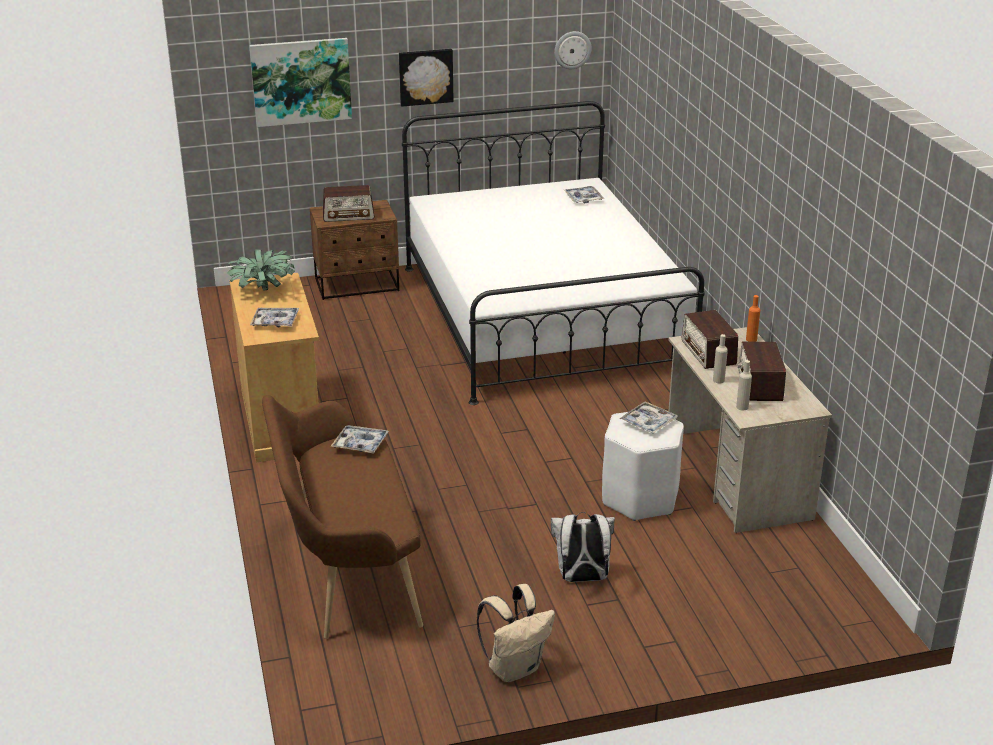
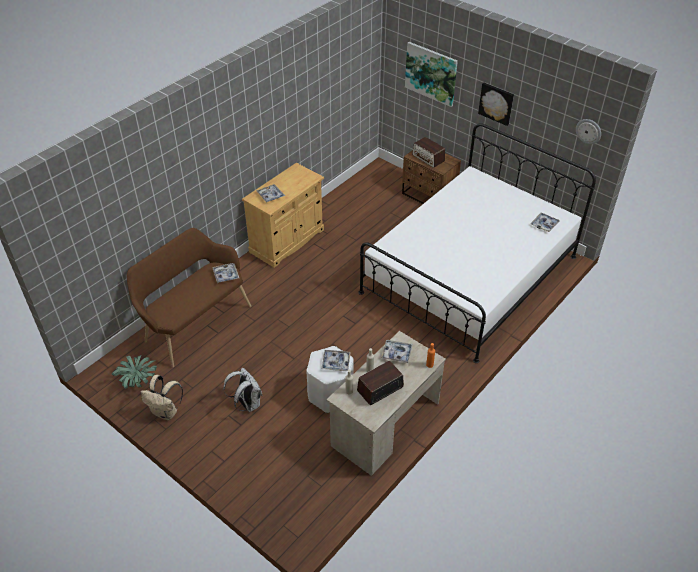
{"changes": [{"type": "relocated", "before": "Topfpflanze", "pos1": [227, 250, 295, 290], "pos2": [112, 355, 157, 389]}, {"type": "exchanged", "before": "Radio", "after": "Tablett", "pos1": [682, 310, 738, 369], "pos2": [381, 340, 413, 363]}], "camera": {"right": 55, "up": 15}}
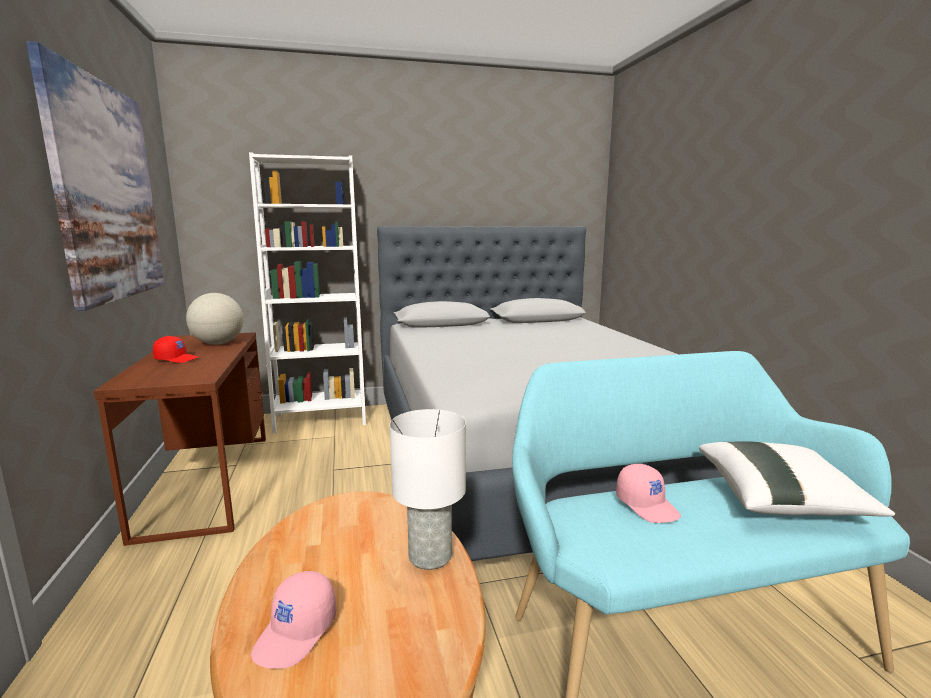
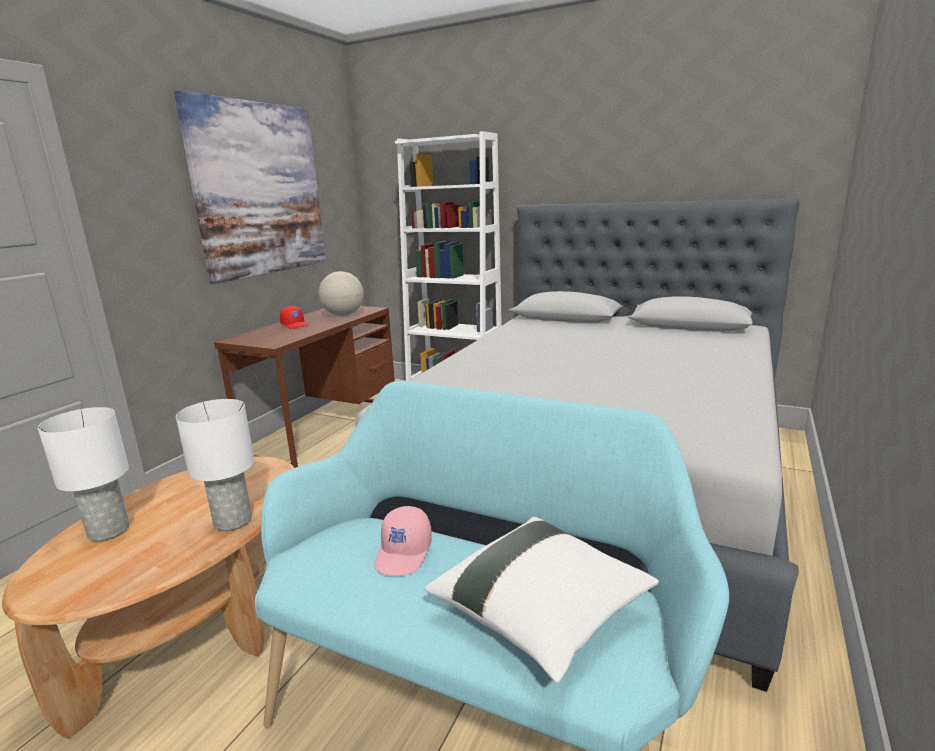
{"changes": [{"type": "exchanged", "before": "Kappe/rosa", "after": "Tischlampe/weiß", "pos1": [251, 571, 337, 669], "pos2": [38, 407, 130, 541]}], "camera": {"right": 40, "up": 5}}
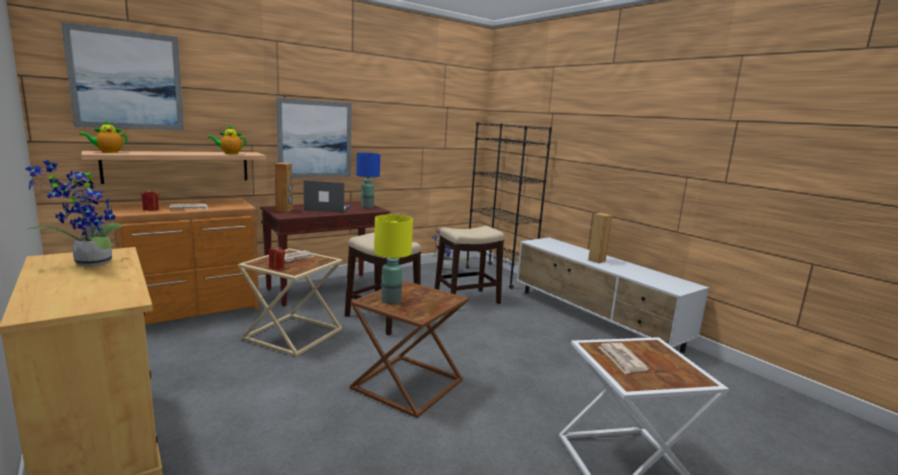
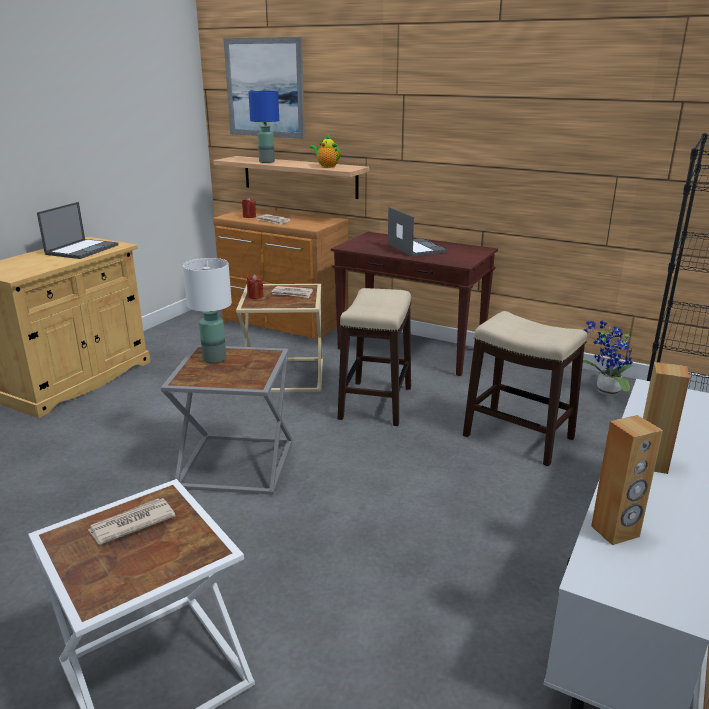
{"changes": [{"type": "exchanged", "before": "Topfpflanze", "after": "Laptop", "pos1": [26, 160, 123, 267], "pos2": [37, 202, 119, 259]}, {"type": "colour", "before": "Beistelltisch/braun", "after": "Beistelltisch/grau", "pos1": [350, 280, 469, 418], "pos2": [161, 345, 293, 495]}, {"type": "colour", "before": "Tischlampe/gelb", "after": "Tischlampe/weiß", "pos1": [374, 214, 413, 304], "pos2": [183, 258, 232, 364]}, {"type": "relocated", "before": "Tischlampe/blau", "pos1": [356, 153, 380, 208], "pos2": [249, 91, 279, 163]}, {"type": "relocated", "before": "Lautsprecher/braun", "pos1": [275, 163, 293, 212], "pos2": [591, 415, 663, 545]}, {"type": "missing", "before": "Teekanne", "pos1": [79, 120, 127, 153]}, {"type": "missing", "before": "Bild", "pos1": [276, 98, 352, 178]}], "camera": {"right": 65, "up": 10}}
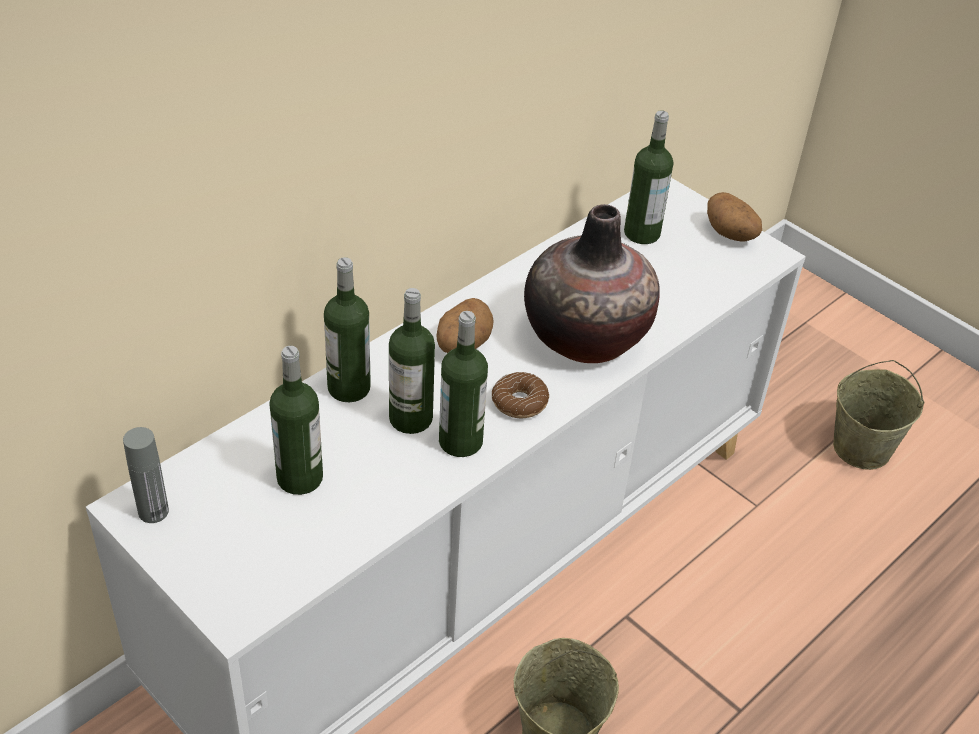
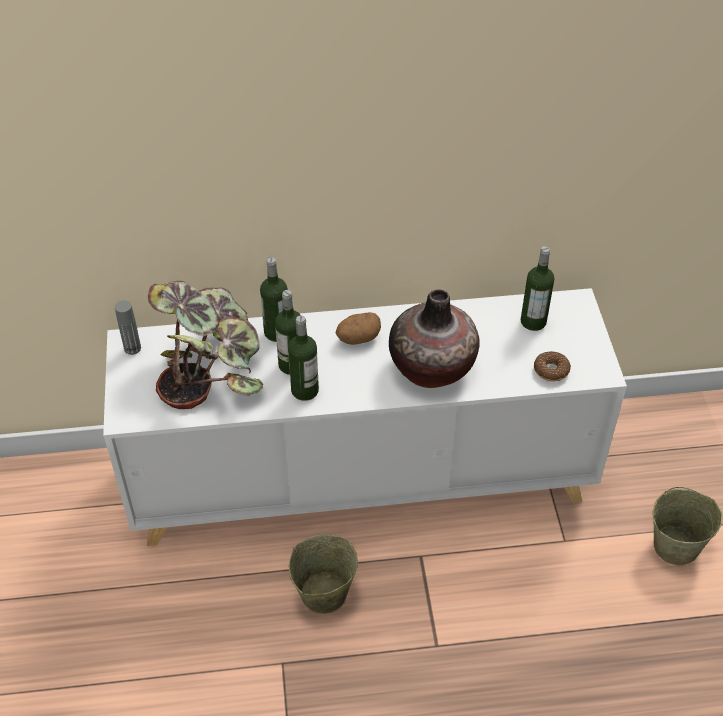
{"changes": [{"type": "exchanged", "before": "Flasche", "after": "Topfpflanze", "pos1": [269, 346, 323, 495], "pos2": [148, 281, 263, 409]}, {"type": "relocated", "before": "Donut", "pos1": [492, 372, 549, 418], "pos2": [534, 351, 571, 381]}, {"type": "missing", "before": "Kartoffel", "pos1": [707, 192, 762, 242]}], "camera": {"right": 40, "up": 5}}
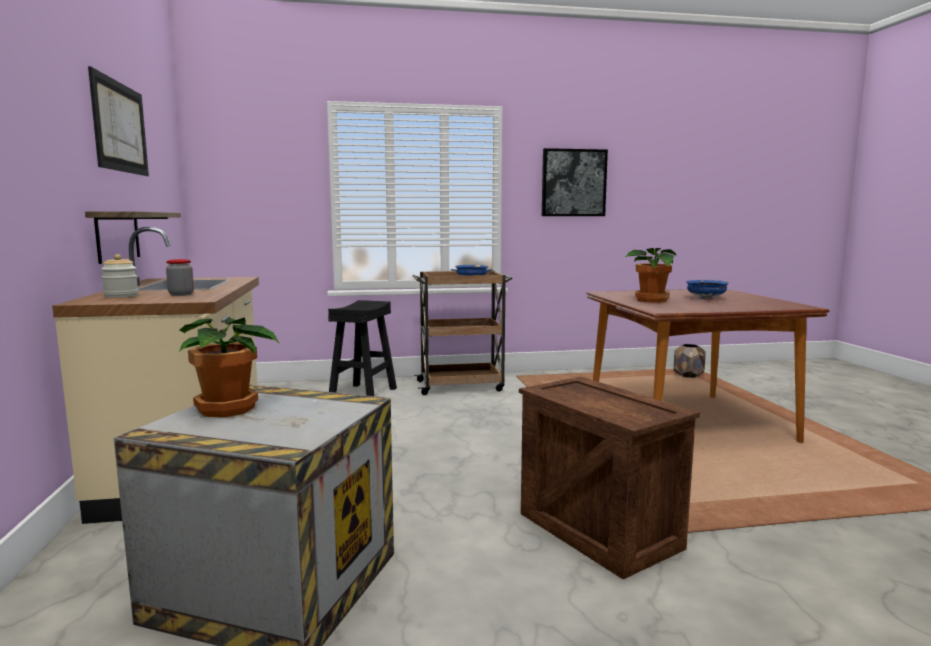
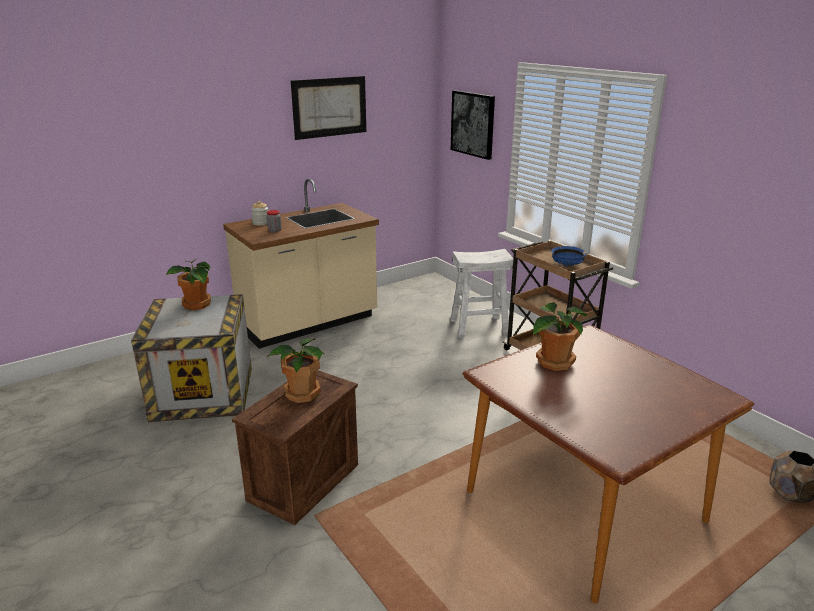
{"changes": [{"type": "appeared", "after": "Topfpflanze", "pos2": [267, 338, 325, 403]}, {"type": "colour", "before": "Hocker/schwarz", "after": "Hocker/weiß", "pos1": [328, 300, 397, 396], "pos2": [450, 249, 513, 338]}, {"type": "relocated", "before": "Bild", "pos1": [542, 148, 608, 216], "pos2": [451, 90, 495, 160]}, {"type": "missing", "before": "Wandregal", "pos1": [85, 211, 181, 264]}, {"type": "missing", "before": "Schüssel/blau", "pos1": [686, 280, 729, 299]}], "camera": {"right": 65, "up": 15}}
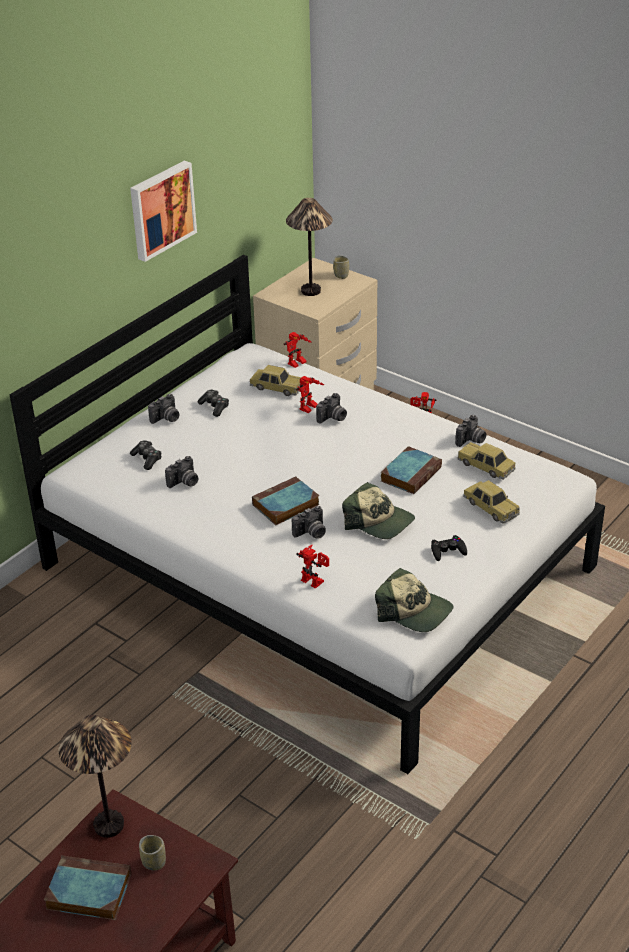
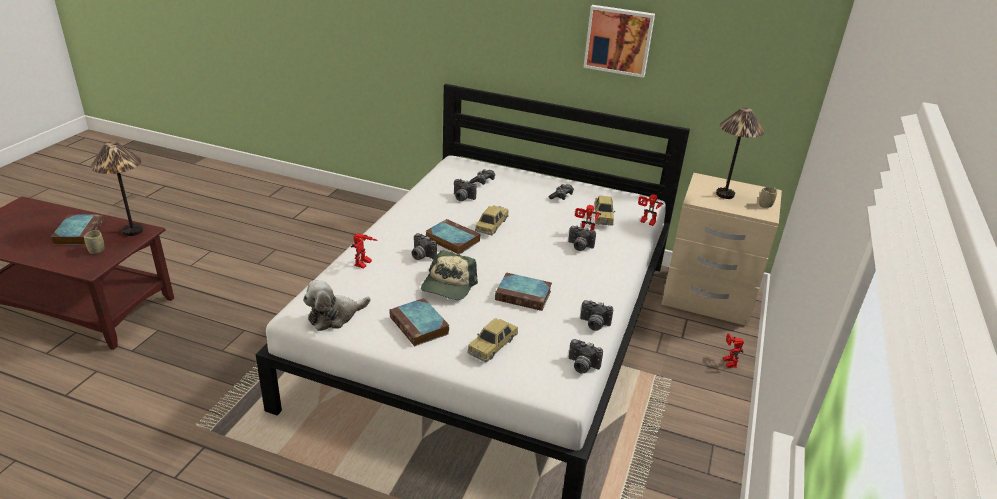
{"changes": [{"type": "exchanged", "before": "Kappe", "after": "Plüschtier", "pos1": [375, 568, 454, 632], "pos2": [303, 280, 371, 331]}, {"type": "exchanged", "before": "Gamepad/schwarz", "after": "Buch", "pos1": [431, 535, 467, 561], "pos2": [389, 298, 449, 346]}, {"type": "relocated", "before": "Spielzeugauto", "pos1": [458, 442, 516, 480], "pos2": [475, 205, 509, 236]}, {"type": "relocated", "before": "Kamera", "pos1": [148, 394, 180, 424], "pos2": [569, 339, 603, 373]}], "camera": {"right": 70, "up": -5}}
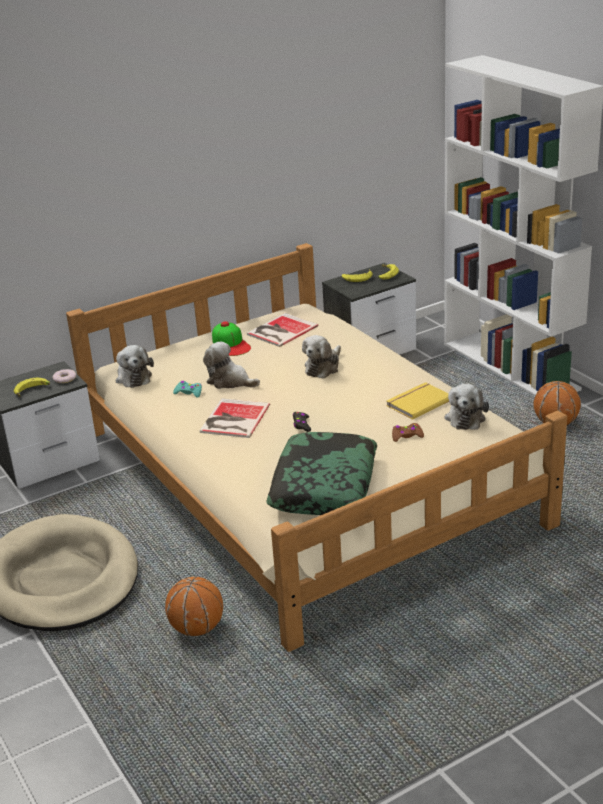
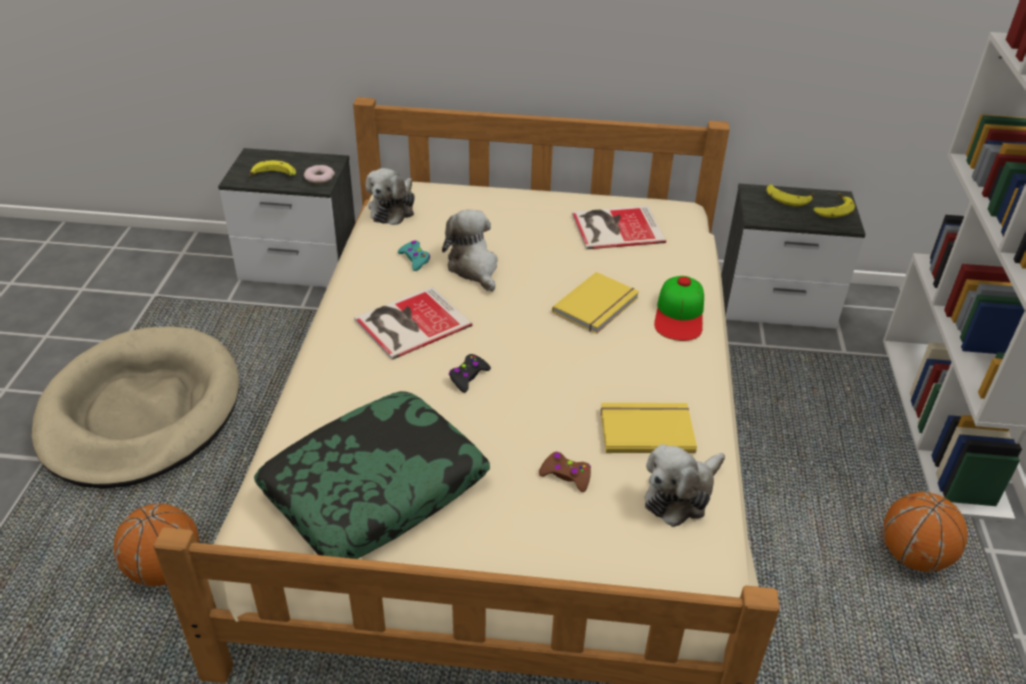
{"changes": [{"type": "exchanged", "before": "Plüschtier", "after": "Buch/gelb", "pos1": [302, 335, 341, 379], "pos2": [552, 272, 640, 334]}, {"type": "relocated", "before": "Kappe", "pos1": [212, 321, 251, 356], "pos2": [654, 276, 704, 341]}], "camera": {"right": 35, "up": 10}}
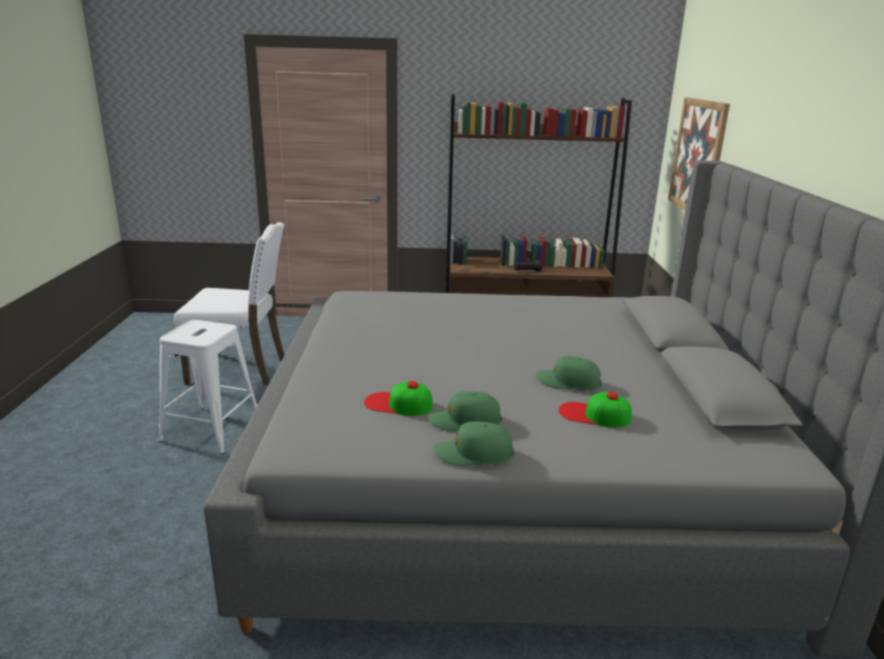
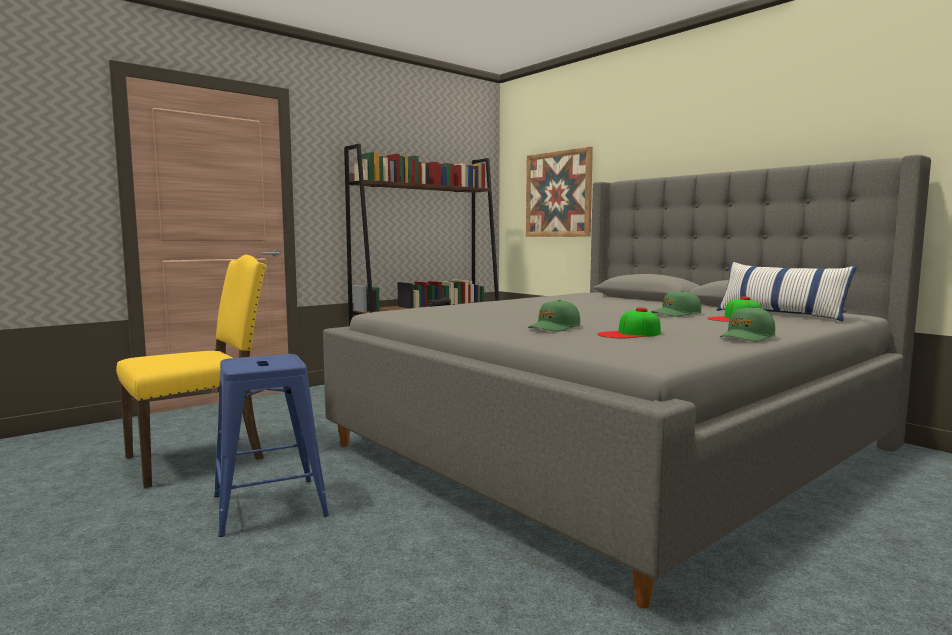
{"changes": [{"type": "colour", "before": "Stuhl/weiß", "after": "Stuhl/gelb", "pos1": [174, 222, 285, 385], "pos2": [116, 255, 267, 488]}, {"type": "colour", "before": "Hocker/weiß", "after": "Hocker/blau", "pos1": [158, 320, 257, 454], "pos2": [214, 354, 329, 537]}, {"type": "relocated", "before": "Kappe/grün", "pos1": [428, 391, 502, 431], "pos2": [528, 300, 580, 332]}, {"type": "appeared", "after": "Kissen", "pos2": [717, 262, 857, 322]}], "camera": {"right": -40, "up": -15}}
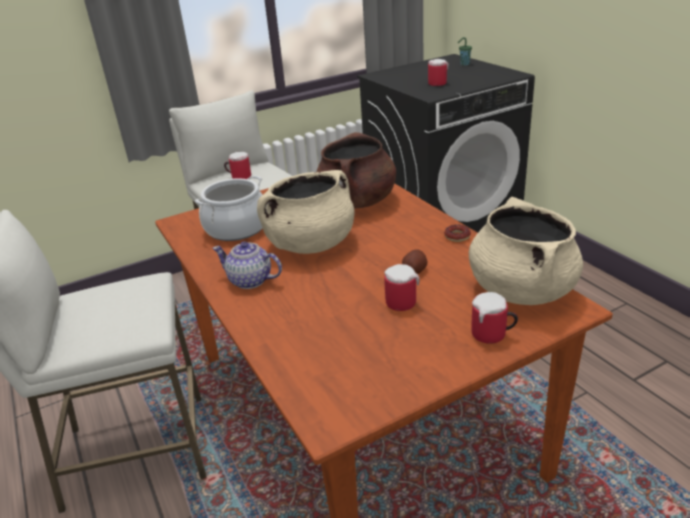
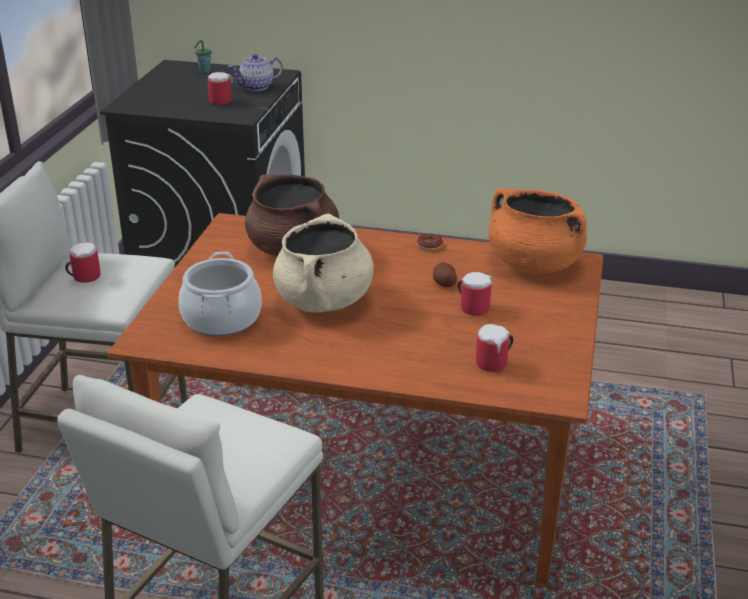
{"changes": [{"type": "relocated", "before": "Teekanne", "pos1": [212, 242, 282, 289], "pos2": [228, 54, 283, 91]}, {"type": "relocated", "before": "Henkelbecher", "pos1": [471, 292, 518, 344], "pos2": [476, 324, 513, 372]}, {"type": "colour", "before": "Kochtopf/beige", "after": "Kochtopf/orange", "pos1": [469, 197, 583, 305], "pos2": [488, 188, 587, 274]}], "camera": {"right": -50, "up": 0}}
